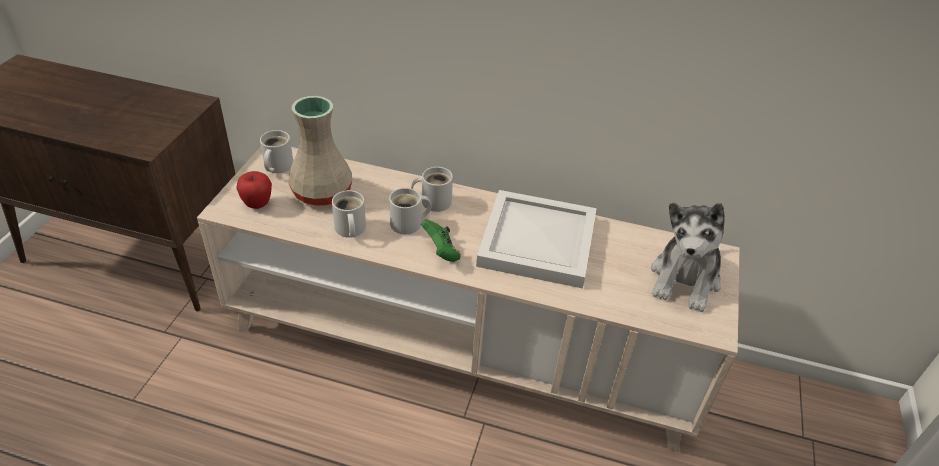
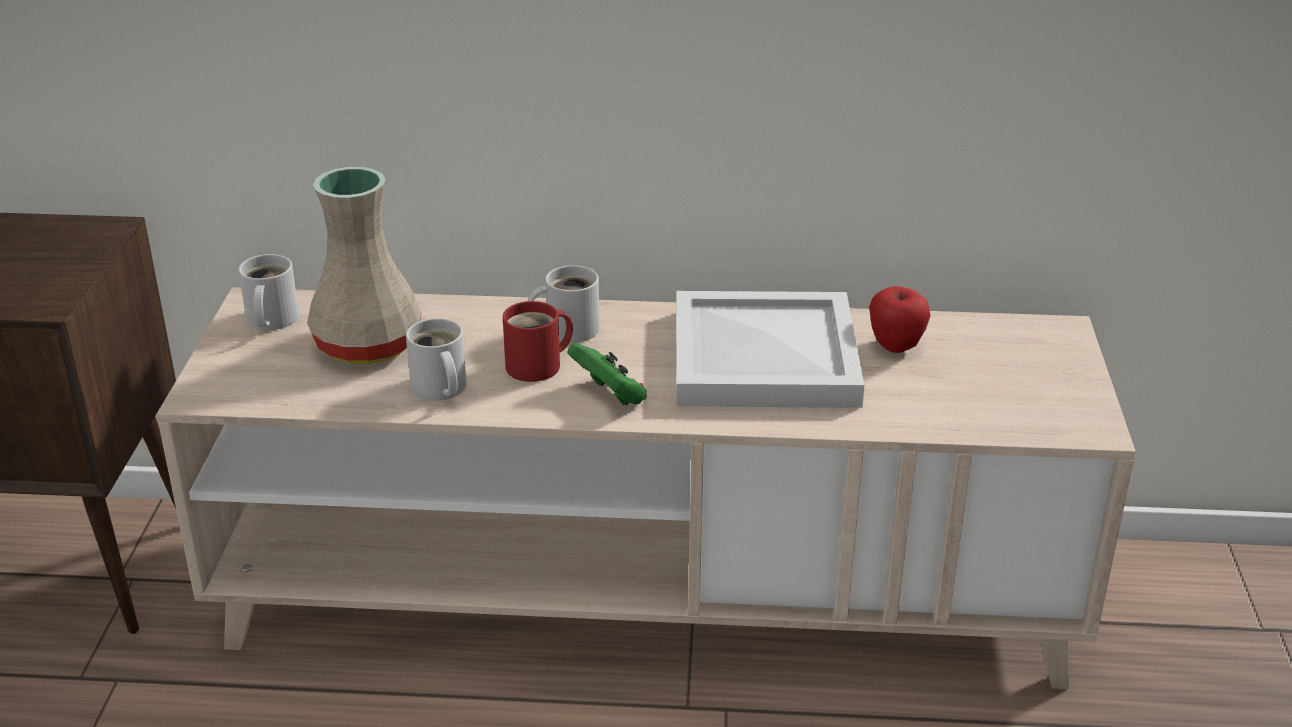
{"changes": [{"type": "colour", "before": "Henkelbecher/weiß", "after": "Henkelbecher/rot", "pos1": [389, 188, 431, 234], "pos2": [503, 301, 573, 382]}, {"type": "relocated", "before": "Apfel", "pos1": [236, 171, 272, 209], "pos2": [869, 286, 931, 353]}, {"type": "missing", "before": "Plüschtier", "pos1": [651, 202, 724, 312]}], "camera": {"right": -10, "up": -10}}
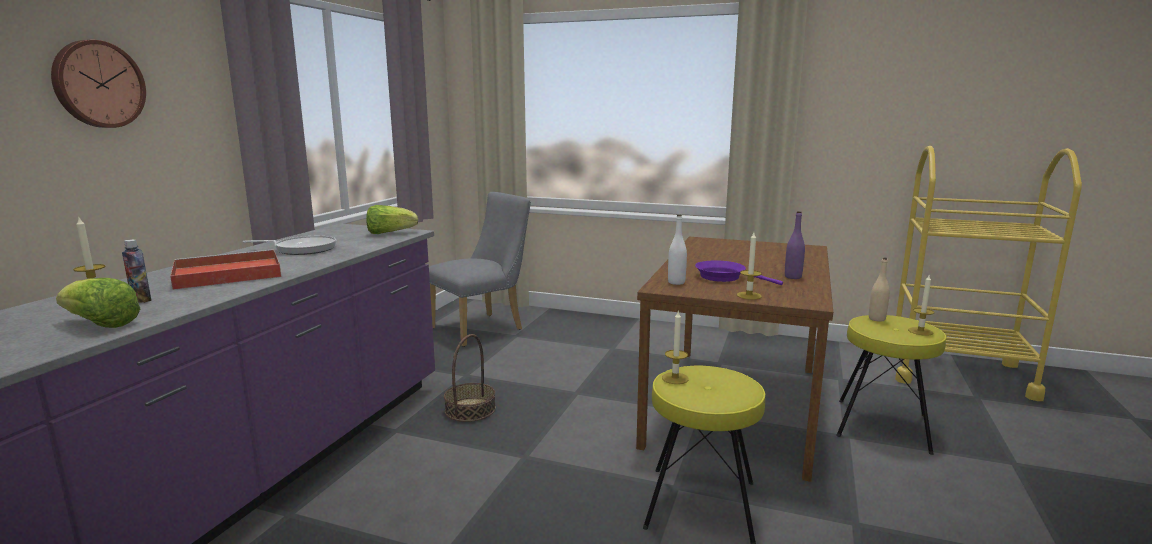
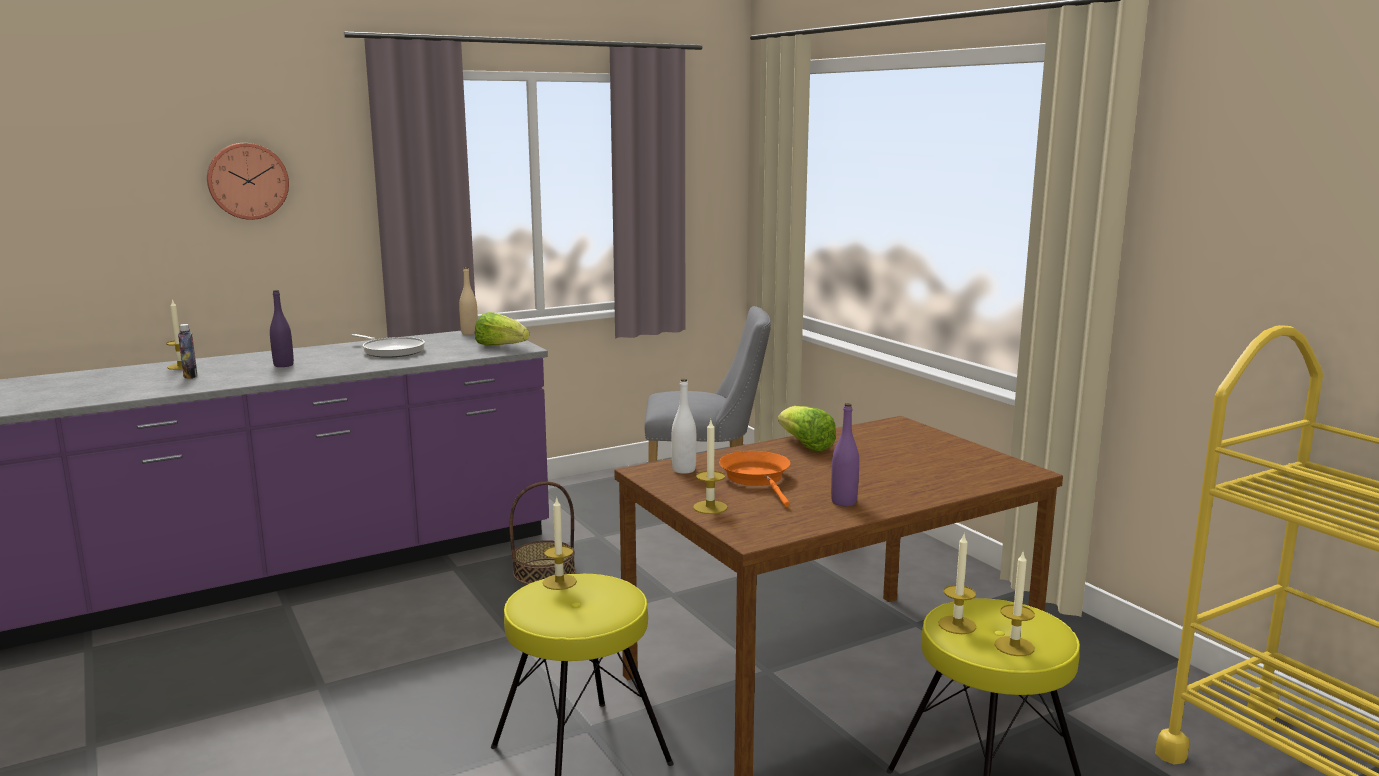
{"changes": [{"type": "exchanged", "before": "Tablett/rot", "after": "Flasche/lila", "pos1": [170, 249, 281, 290], "pos2": [270, 290, 294, 367]}, {"type": "relocated", "before": "Flasche/beige", "pos1": [869, 258, 890, 322], "pos2": [459, 267, 478, 335]}, {"type": "colour", "before": "Pfanne/lila", "after": "Pfanne/orange", "pos1": [695, 261, 783, 285], "pos2": [719, 451, 790, 507]}, {"type": "relocated", "before": "Salatkopf", "pos1": [56, 278, 140, 328], "pos2": [778, 406, 836, 451]}, {"type": "appeared", "after": "Kerze", "pos2": [939, 534, 976, 634]}], "camera": {"right": 40, "up": 0}}
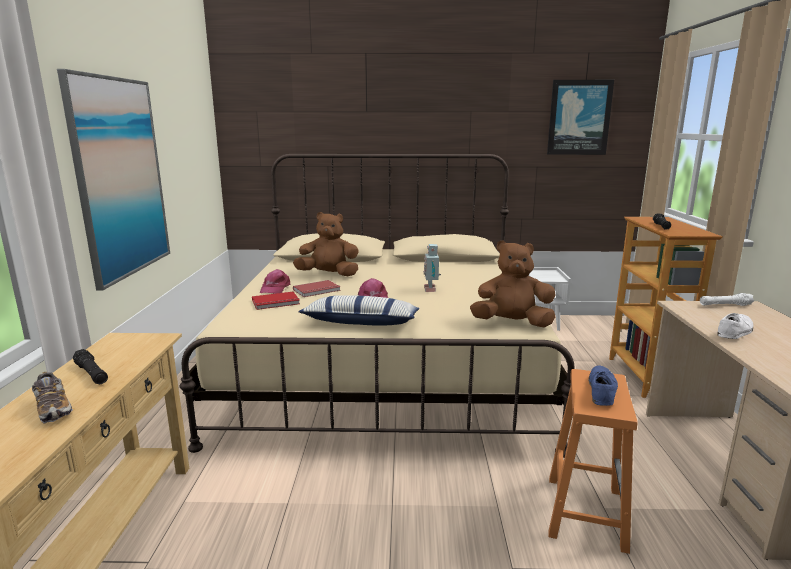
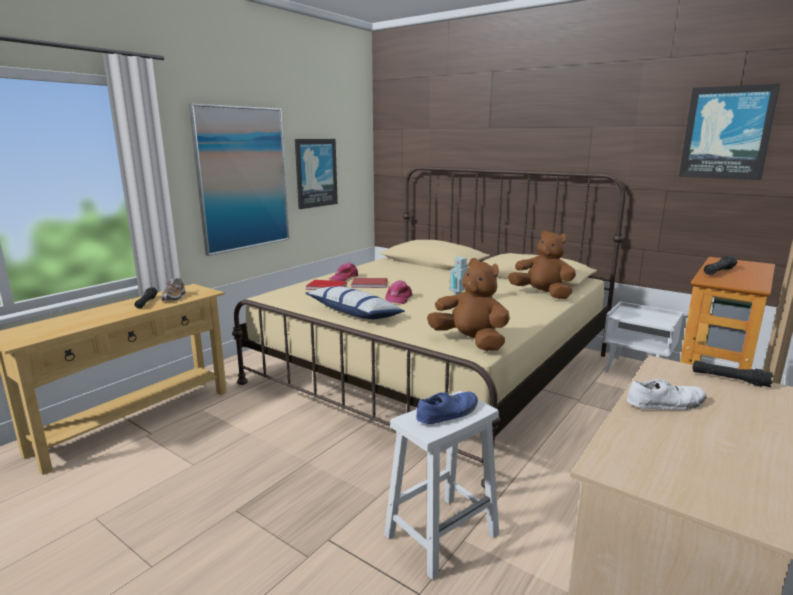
{"changes": [{"type": "relocated", "before": "Schuh", "pos1": [32, 372, 73, 424], "pos2": [161, 278, 186, 301]}, {"type": "appeared", "after": "Bild", "pos2": [295, 139, 338, 209]}, {"type": "colour", "before": "Hocker/orange", "after": "Hocker/weiß", "pos1": [548, 369, 638, 554], "pos2": [384, 391, 499, 580]}, {"type": "relocated", "before": "Plüschtier/braun", "pos1": [293, 212, 359, 276], "pos2": [508, 230, 576, 299]}, {"type": "colour", "before": "Taschenlampe/weiß", "after": "Taschenlampe/schwarz", "pos1": [700, 293, 754, 306], "pos2": [693, 360, 774, 387]}], "camera": {"right": 35, "up": 0}}
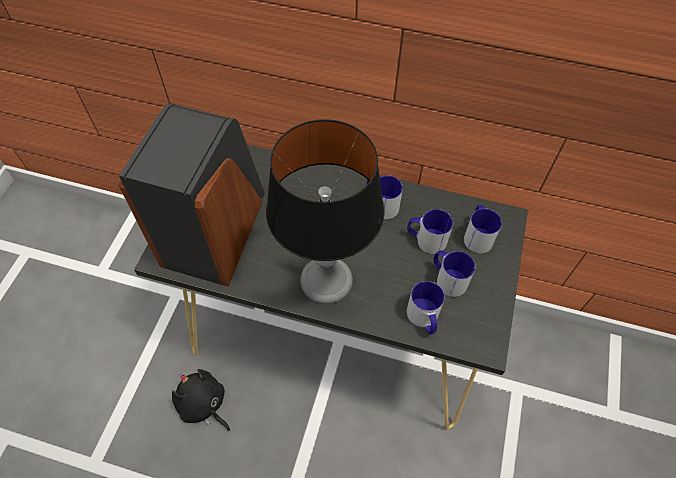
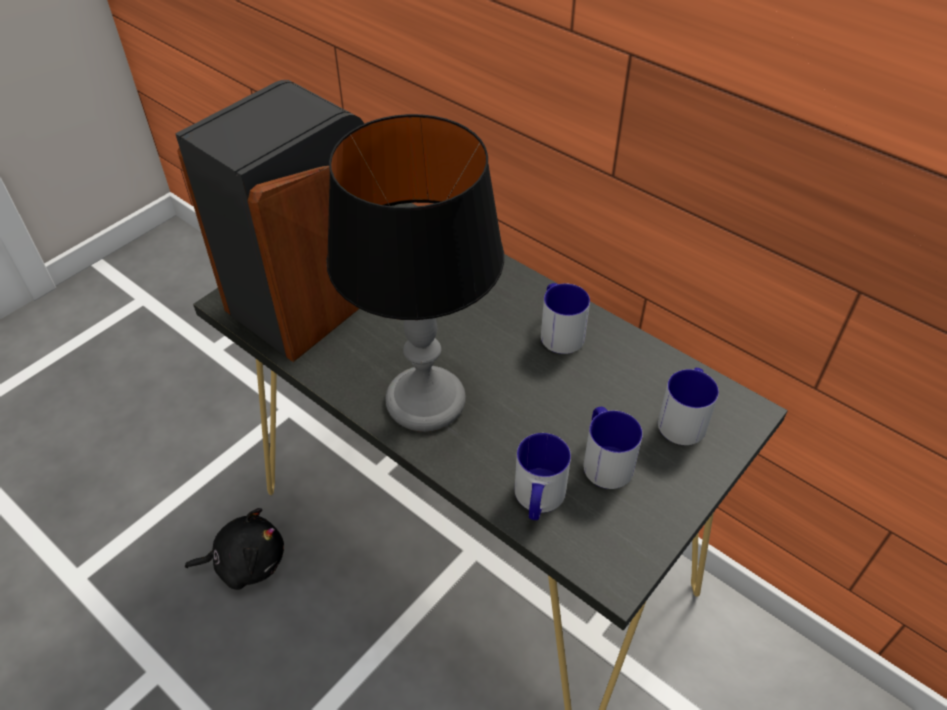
{"changes": [{"type": "spun", "before": "Plüschtier/schwarz", "pos1": [172, 369, 230, 431], "pos2": [185, 508, 284, 590], "turn": 105}, {"type": "missing", "before": "Henkelbecher", "pos1": [407, 209, 453, 254]}], "camera": {"right": 25, "up": -10}}
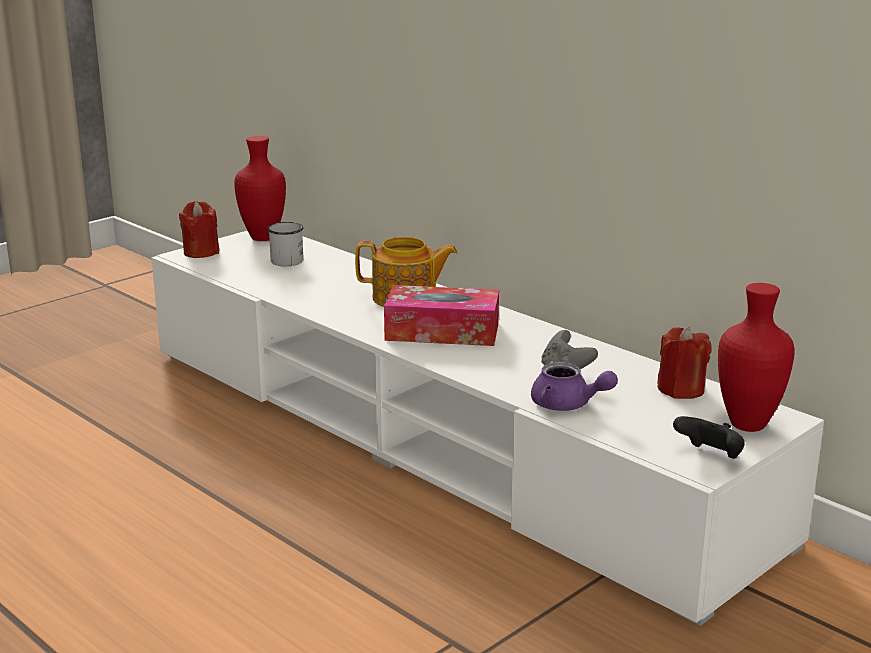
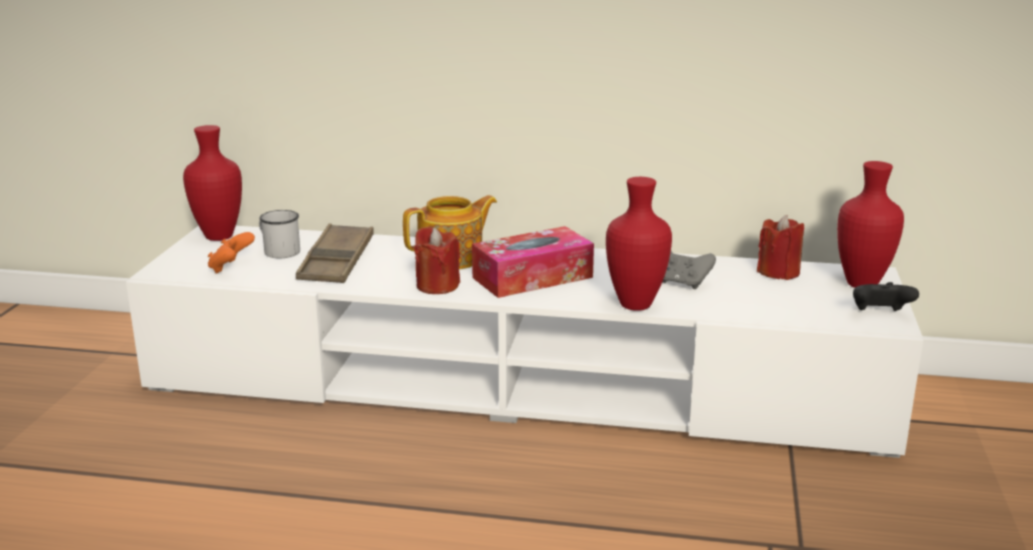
{"changes": [{"type": "appeared", "after": "Gamepad/orange", "pos2": [208, 232, 255, 274]}, {"type": "appeared", "after": "Tablett/braun", "pos2": [296, 224, 374, 283]}, {"type": "relocated", "before": "Kerze/rot", "pos1": [179, 201, 219, 258], "pos2": [414, 227, 460, 294]}, {"type": "appeared", "after": "Vase/rot", "pos2": [606, 177, 672, 311]}, {"type": "missing", "before": "Teekanne/lila", "pos1": [531, 362, 618, 411]}], "camera": {"right": -35, "up": 0}}
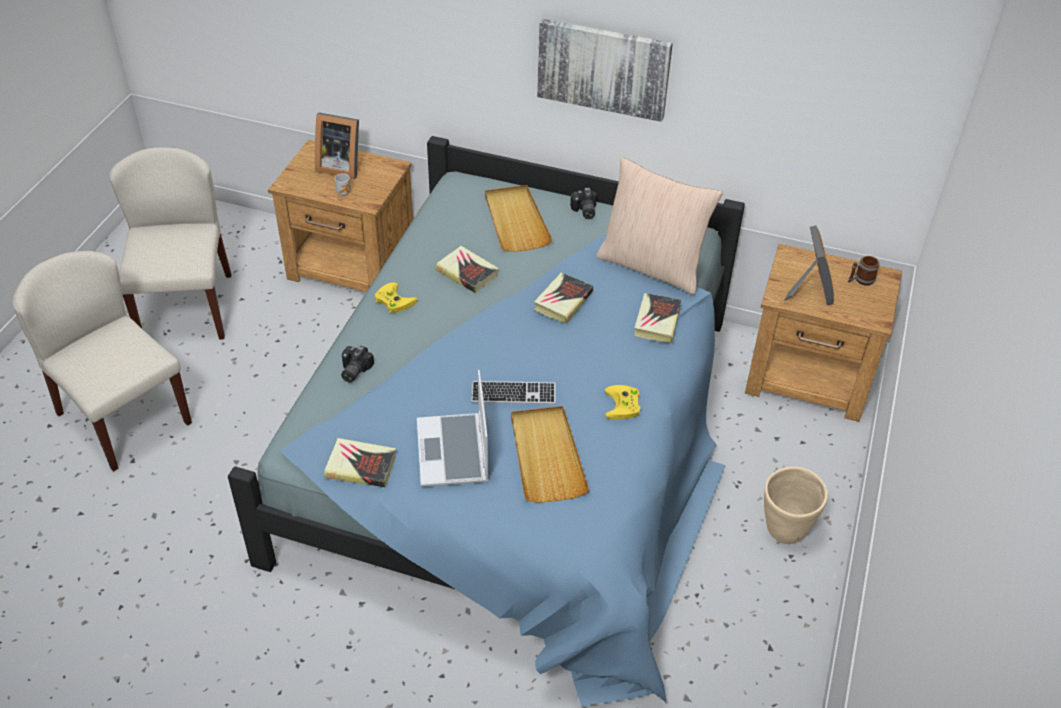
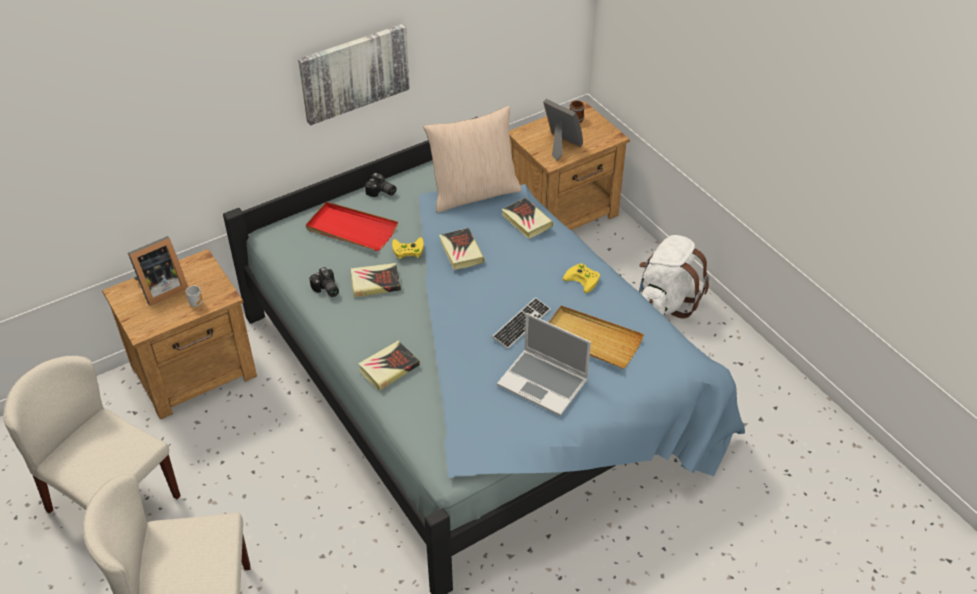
{"changes": [{"type": "colour", "before": "Tablett/beige", "after": "Tablett/rot", "pos1": [485, 185, 552, 252], "pos2": [306, 202, 398, 251]}, {"type": "relocated", "before": "Kamera", "pos1": [341, 346, 374, 383], "pos2": [309, 267, 339, 297]}, {"type": "relocated", "before": "Buch", "pos1": [324, 438, 396, 487], "pos2": [358, 341, 420, 391]}, {"type": "relocated", "before": "Gamepad/gelb", "pos1": [375, 282, 418, 314], "pos2": [392, 237, 424, 259]}, {"type": "exchanged", "before": "Pflanzkübel/beige", "after": "Rucksack/weiß", "pos1": [764, 467, 828, 544], "pos2": [639, 235, 709, 319]}], "camera": {"right": -50, "up": 0}}
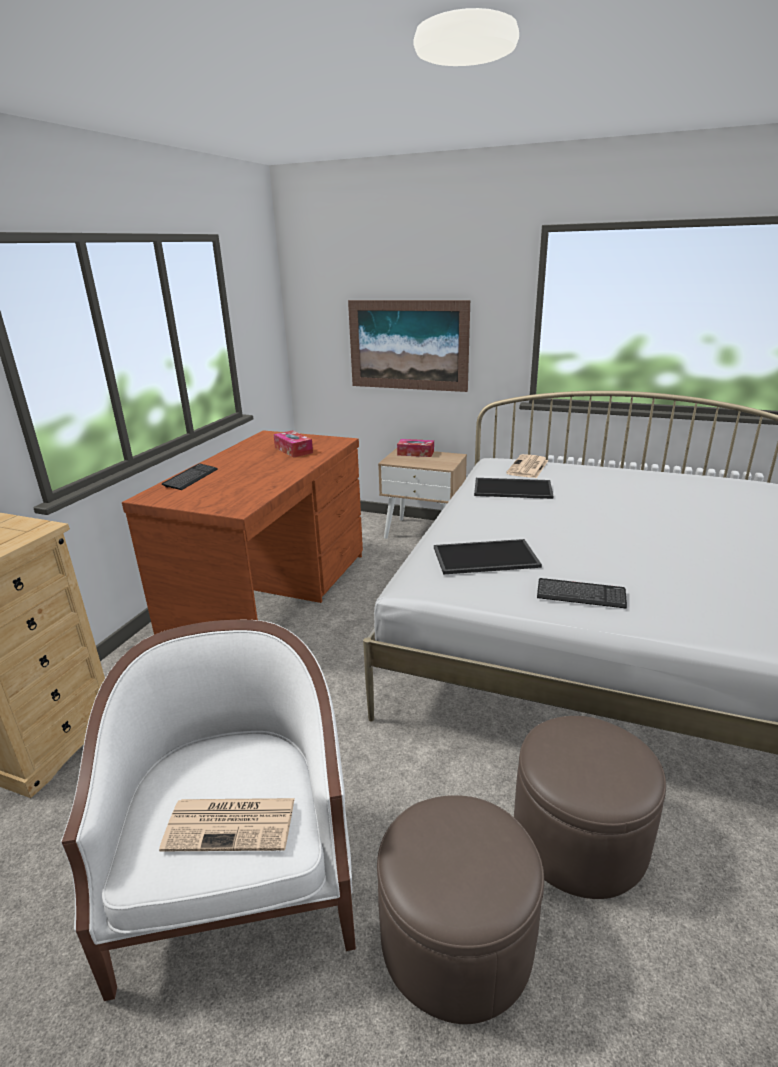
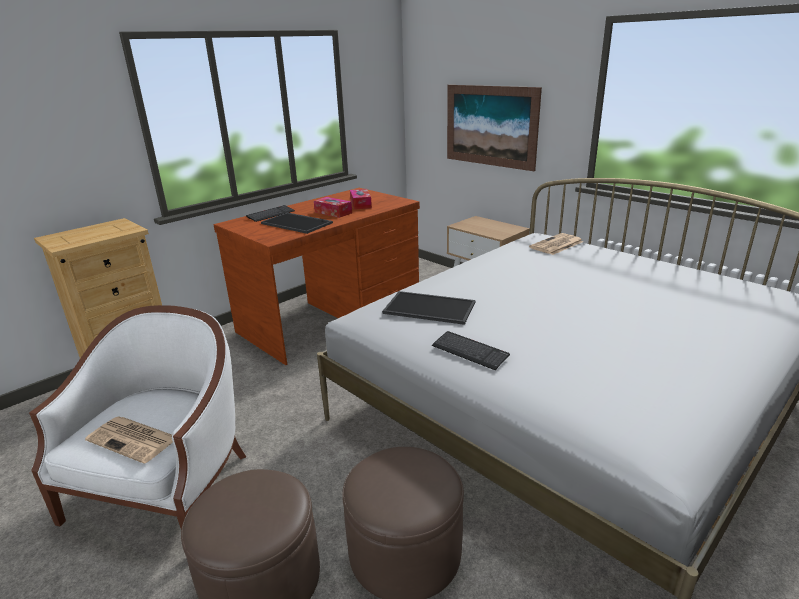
{"changes": [{"type": "relocated", "before": "Tablett", "pos1": [474, 478, 554, 499], "pos2": [261, 212, 333, 234]}, {"type": "relocated", "before": "Taschentuchbox", "pos1": [397, 439, 434, 457], "pos2": [314, 197, 352, 218]}], "camera": {"right": 25, "up": 0}}
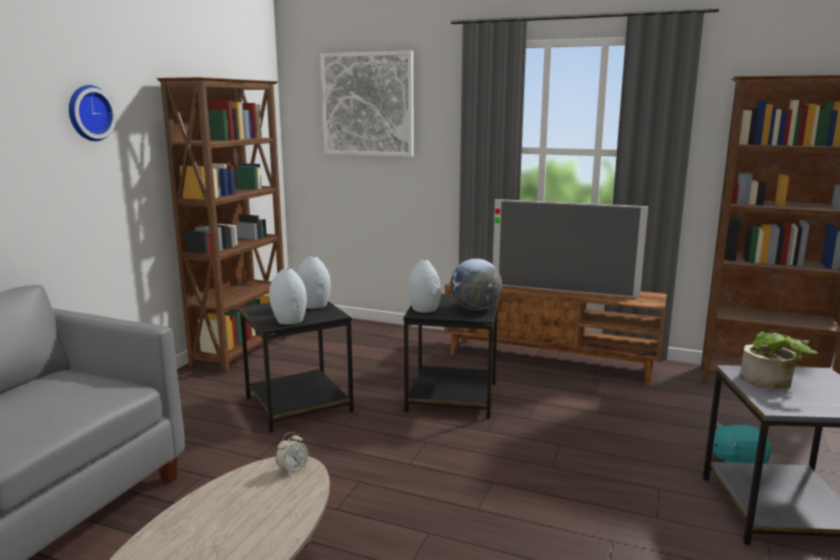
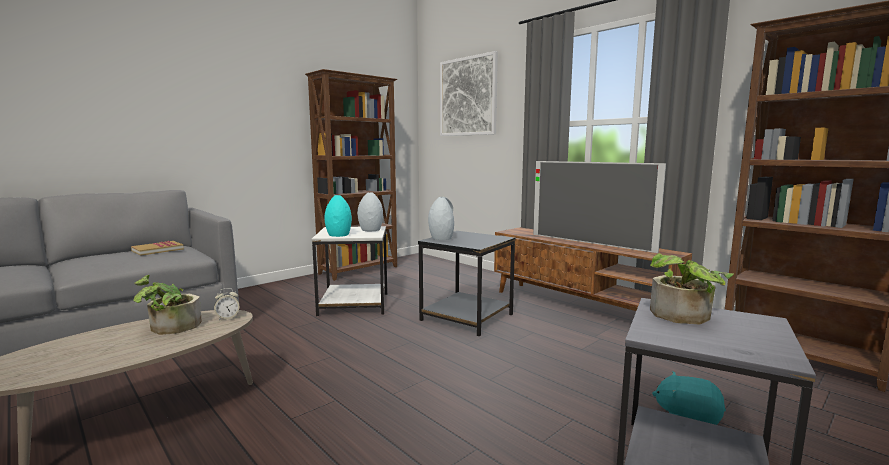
{"changes": [{"type": "appeared", "after": "Buch", "pos2": [131, 241, 184, 256]}, {"type": "appeared", "after": "Topfpflanze", "pos2": [133, 275, 202, 335]}, {"type": "colour", "before": "Beistelltisch/schwarz", "after": "Beistelltisch/weiß", "pos1": [239, 301, 354, 432], "pos2": [312, 226, 387, 316]}, {"type": "colour", "before": "Vase/grau", "after": "Vase/türkis", "pos1": [269, 268, 307, 324], "pos2": [325, 195, 352, 237]}, {"type": "missing", "before": "Wanduhr", "pos1": [69, 85, 116, 141]}, {"type": "missing", "before": "Globus", "pos1": [450, 259, 502, 310]}], "camera": {"right": 25, "up": -5}}
